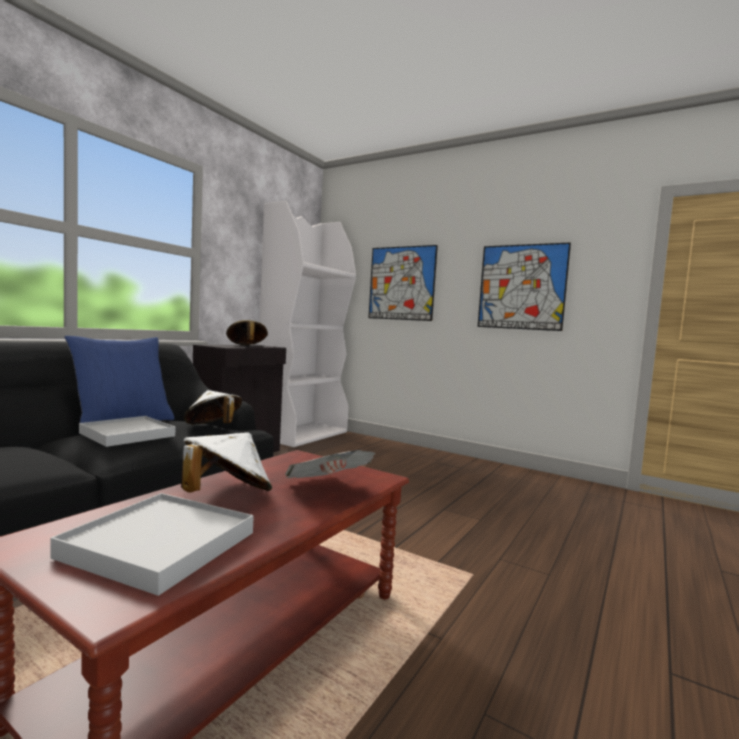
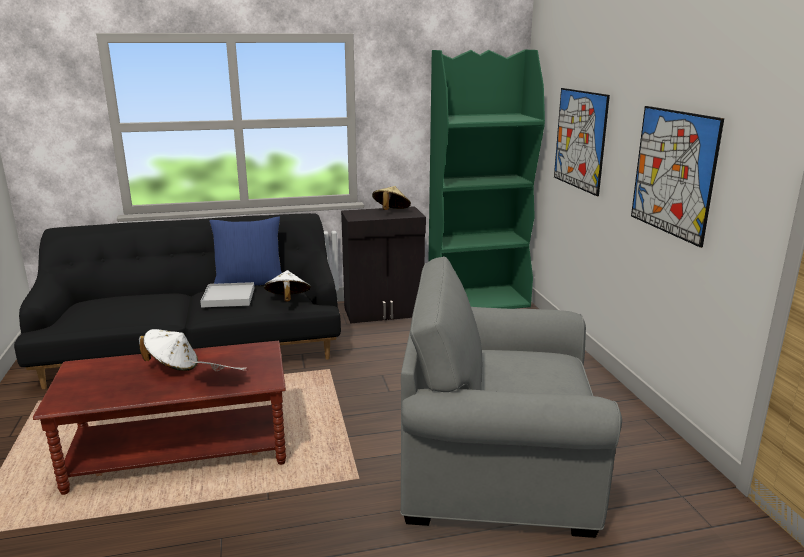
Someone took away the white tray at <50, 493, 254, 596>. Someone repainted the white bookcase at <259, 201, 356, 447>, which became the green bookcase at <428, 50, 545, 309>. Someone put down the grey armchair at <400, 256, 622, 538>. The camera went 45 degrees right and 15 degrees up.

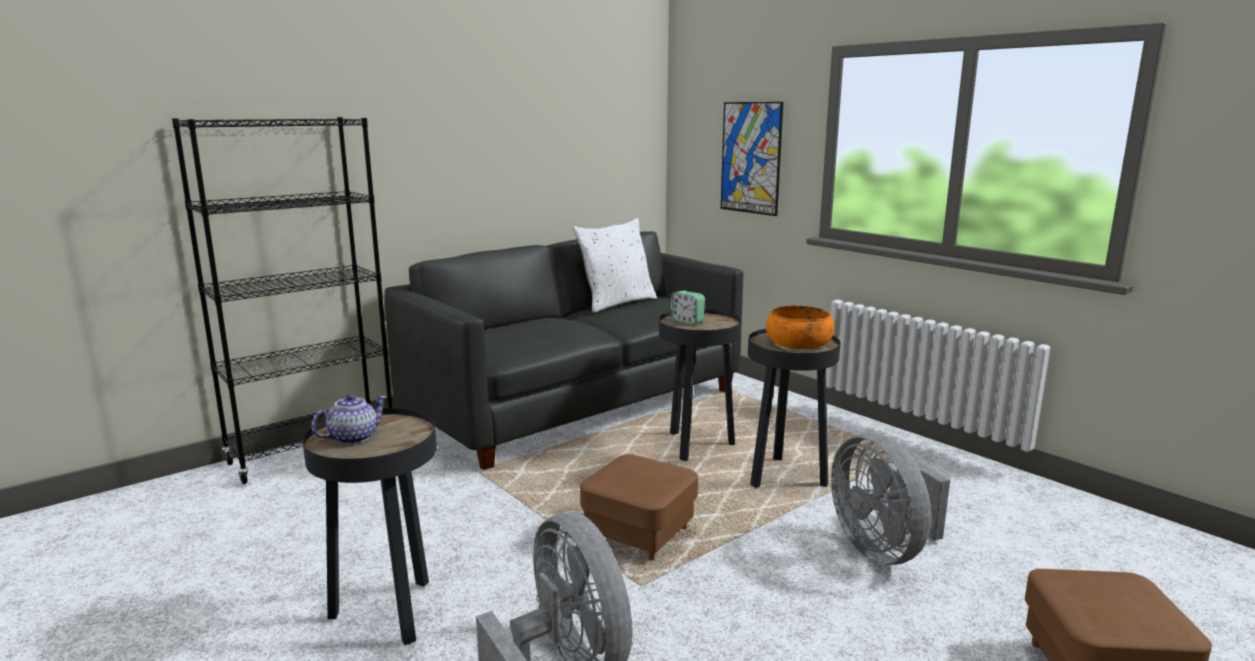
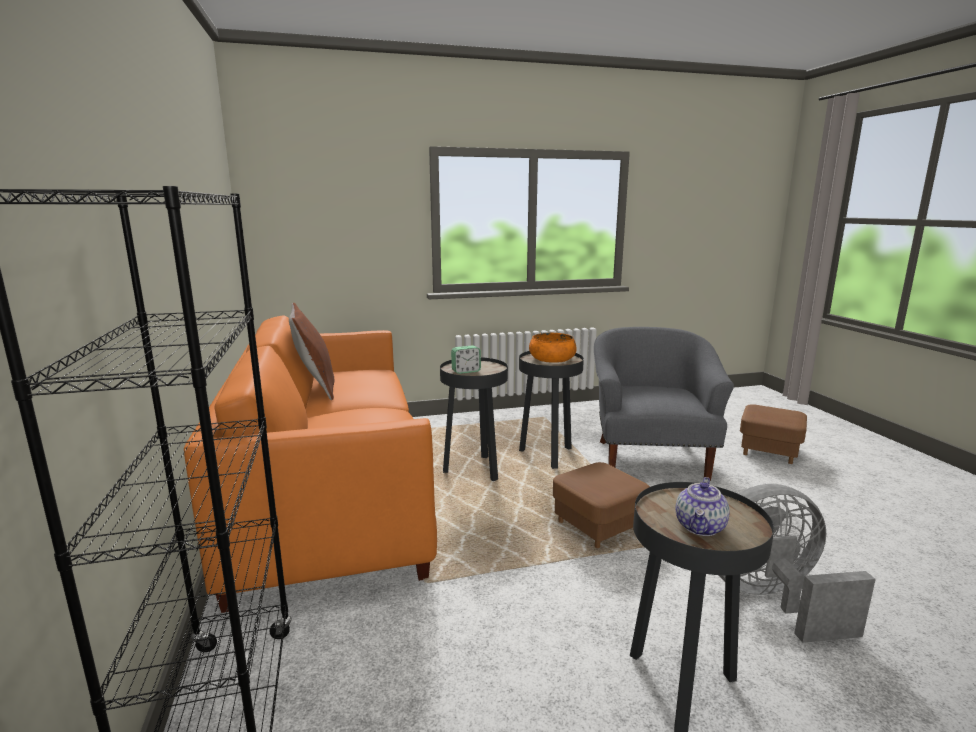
Someone rotated the teapot at <311, 394, 387, 444> by 135 degrees counterclockwise. Someone repainted the grey sofa at <385, 231, 743, 470>, which became the orange sofa at <184, 315, 437, 613>. Someone repainted the white pillow at <573, 218, 657, 313>, which became the brown pillow at <289, 303, 334, 400>. Someone took away the picture at <721, 102, 784, 216>. Someone swapped the grey fan at <831, 433, 950, 565> for the grey armchair at <594, 327, 734, 481>. The camera went 65 degrees left and 0 degrees up.

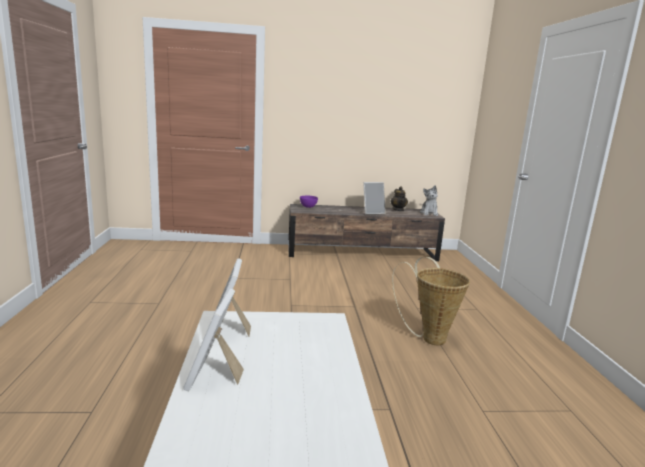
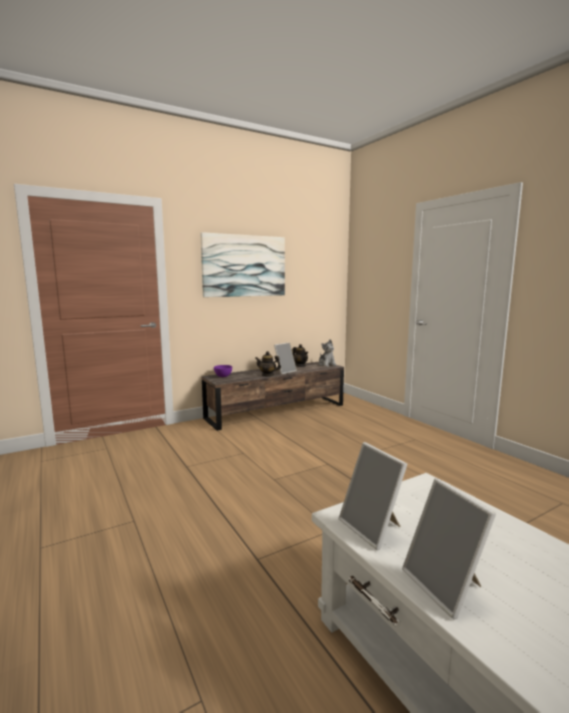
Someone took away the basket at <392, 257, 470, 345>. Someone put up the picture at <200, 232, 285, 297>. Someone put down the teapot at <255, 351, 281, 377>. The camera went 25 degrees left and 5 degrees down.

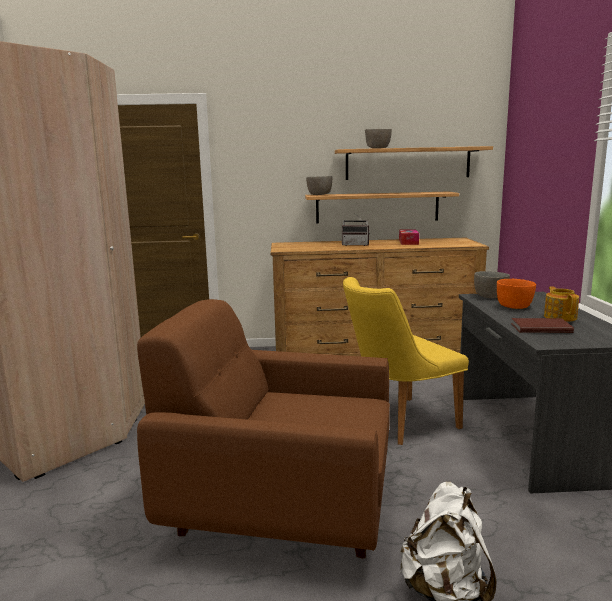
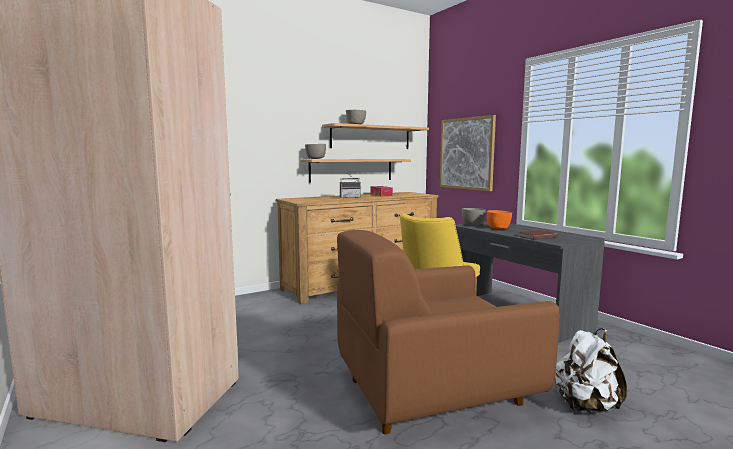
Someone took away the teapot at <544, 286, 579, 322>. Someone put up the picture at <440, 115, 496, 191>. The camera went 30 degrees left and 5 degrees down.

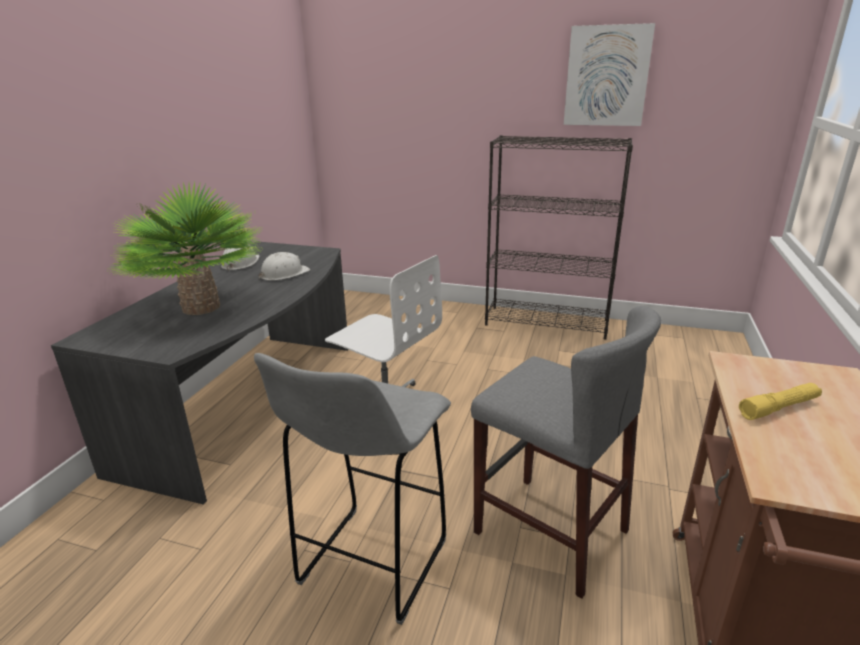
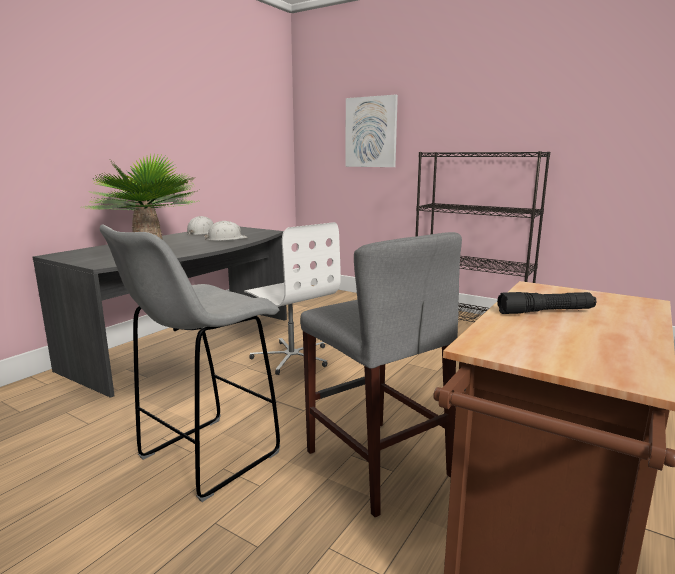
Someone carried the picture from <564, 23, 655, 126> to <345, 95, 398, 167>. Someone repainted the yellow flashlight at <739, 383, 822, 420>, which became the black flashlight at <497, 292, 596, 314>. The camera went 15 degrees right and 10 degrees down.

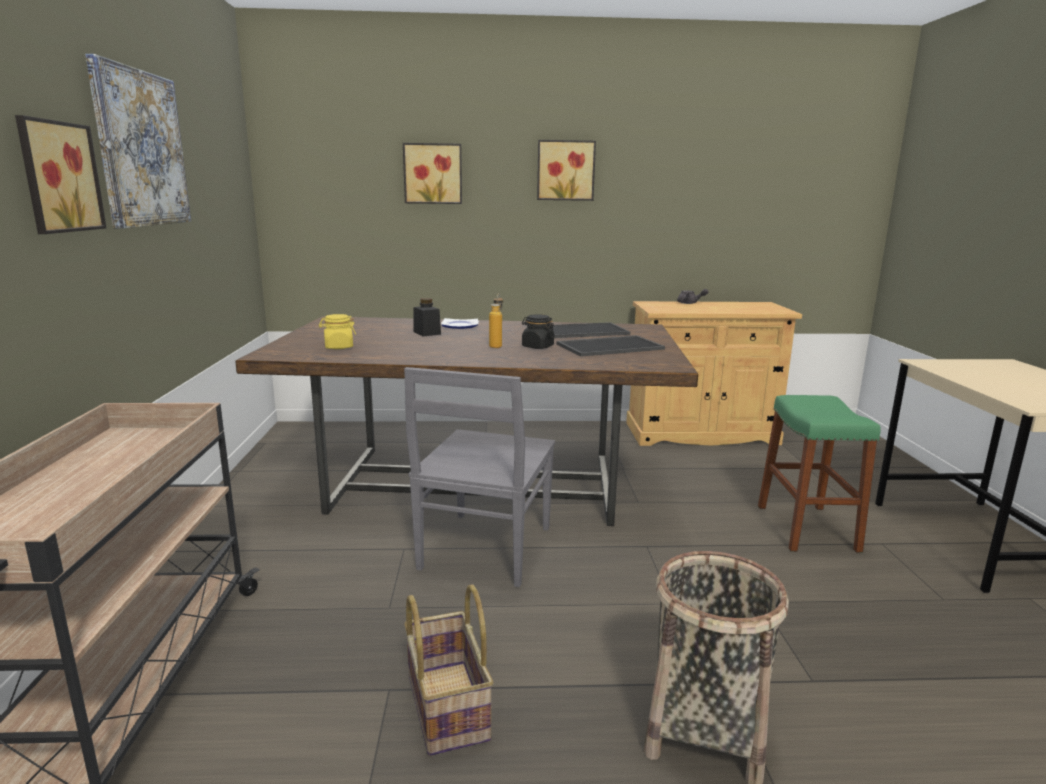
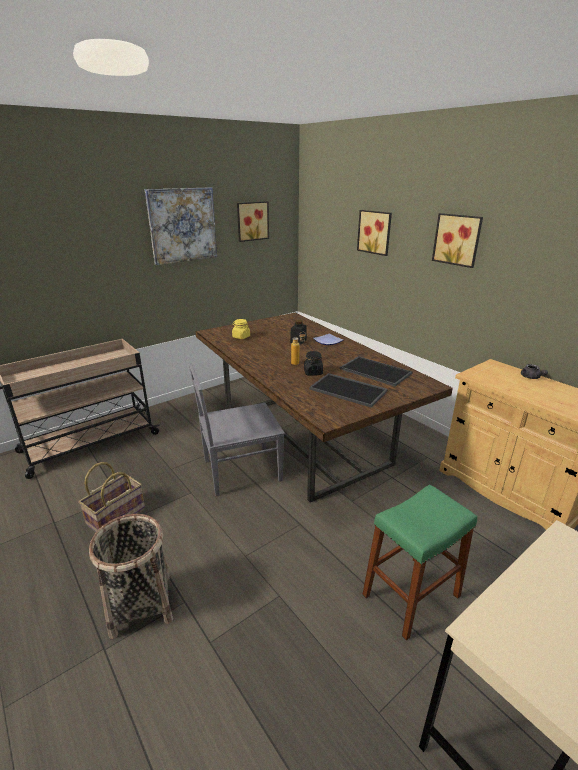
Someone carried the picture from <15, 115, 107, 234> to <237, 201, 269, 242>. The camera went 55 degrees right and 10 degrees up.

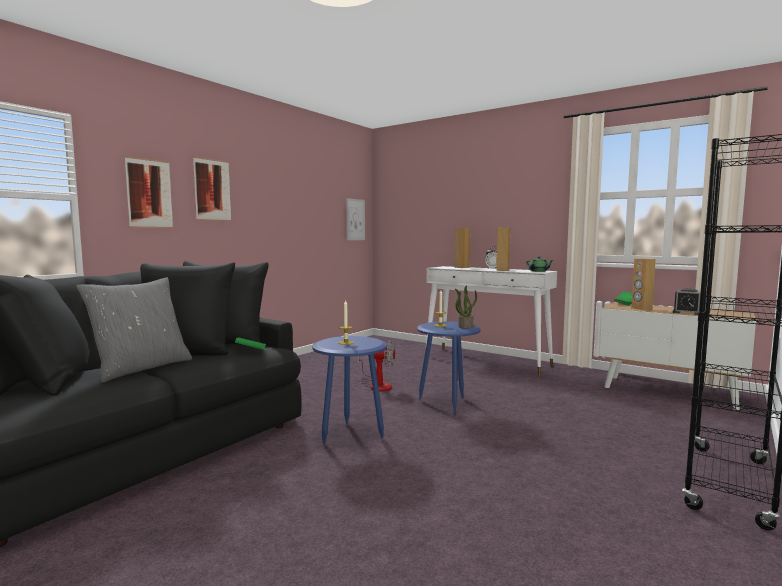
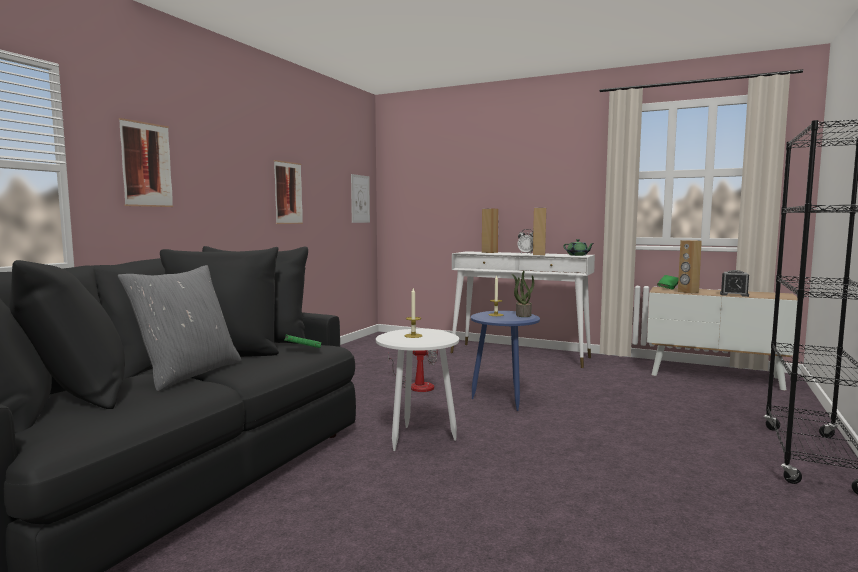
Someone carried the picture from <193, 157, 231, 221> to <274, 160, 303, 224>. Someone repainted the blue side table at <312, 336, 387, 444>, which became the white side table at <376, 329, 459, 451>. The camera went 10 degrees left and 0 degrees up.

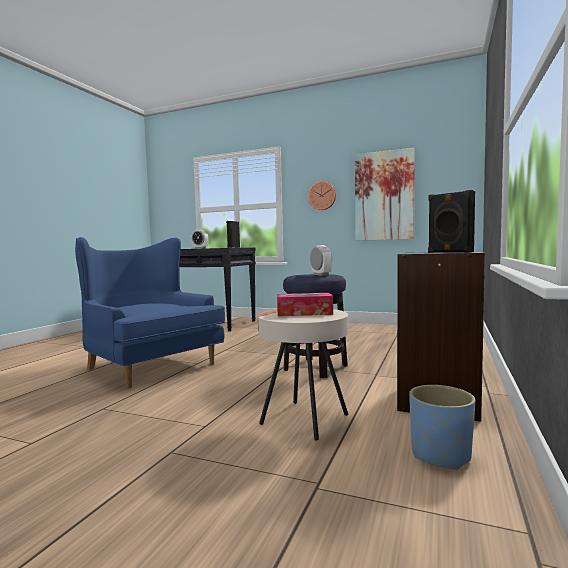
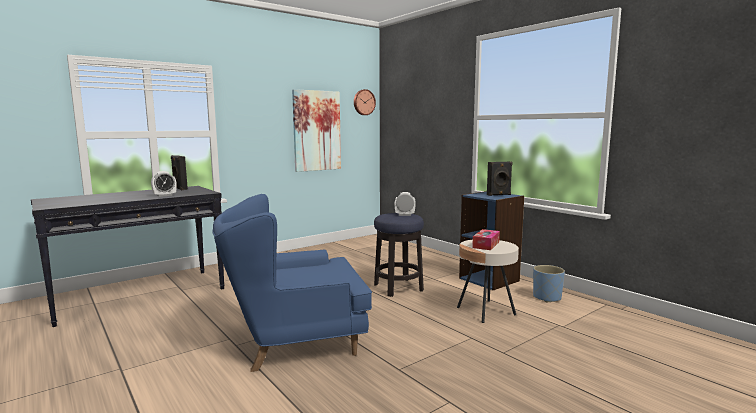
Someone carried the wall clock from <308, 181, 336, 210> to <354, 89, 376, 115>. The camera went 60 degrees left and 5 degrees up.

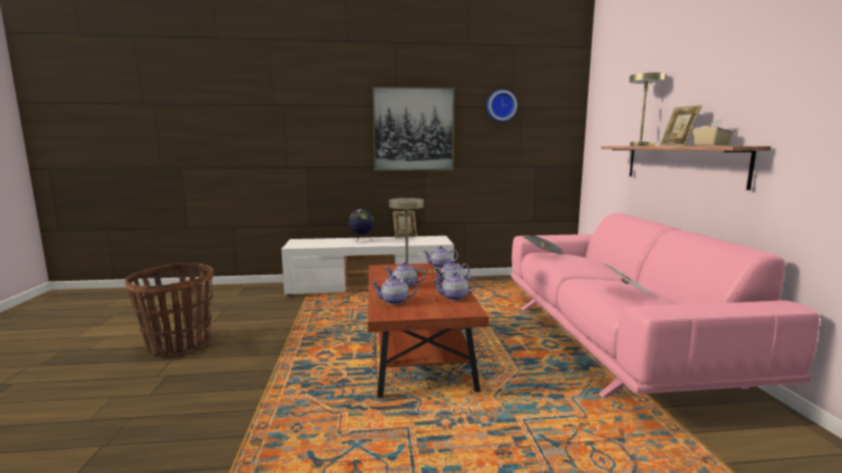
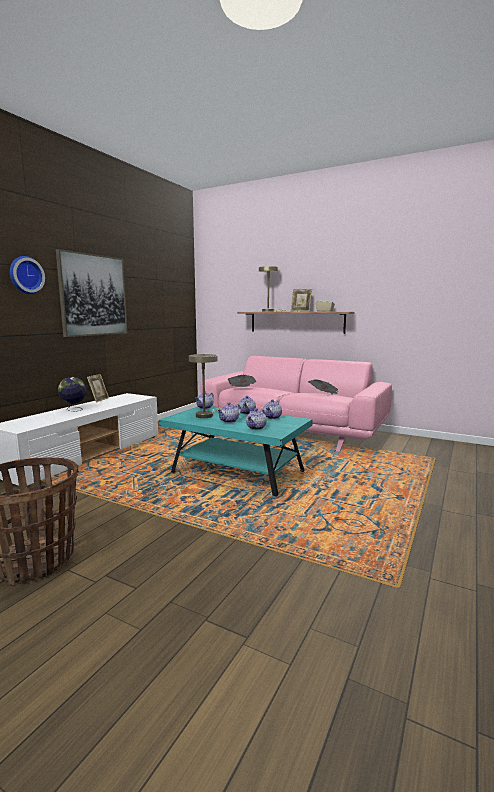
Someone repainted the brown coffee table at <368, 263, 489, 398>, which became the turquoise coffee table at <159, 406, 313, 497>. Someone carried the wall clock from <487, 89, 518, 122> to <10, 256, 45, 294>. The camera went 55 degrees left and 0 degrees up.

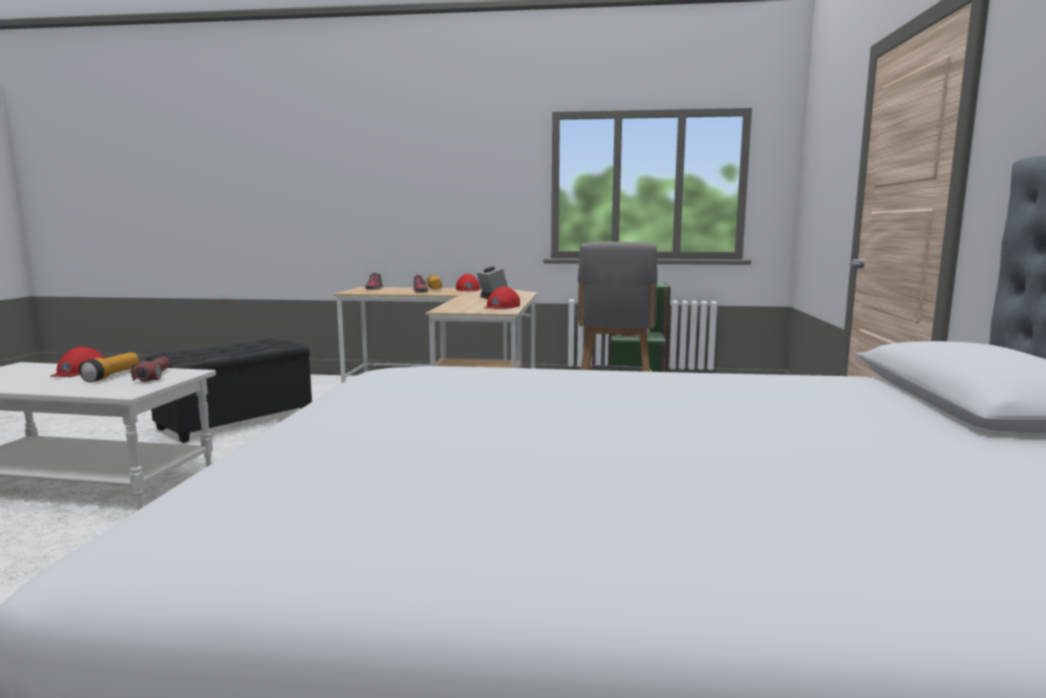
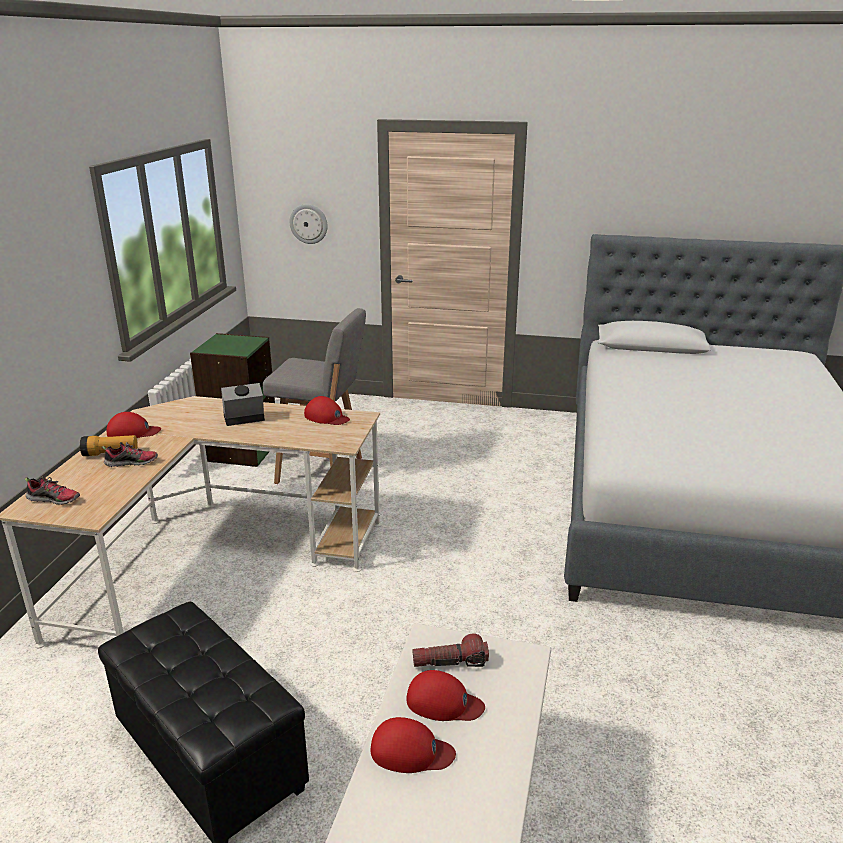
Someone swapped the flashlight at <79, 353, 139, 382> for the red cap at <406, 670, 485, 721>. Someone put up the wall clock at <290, 204, 328, 244>. The camera went 85 degrees left and 15 degrees up.

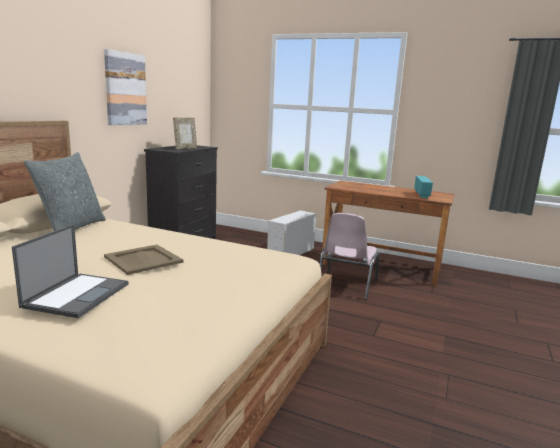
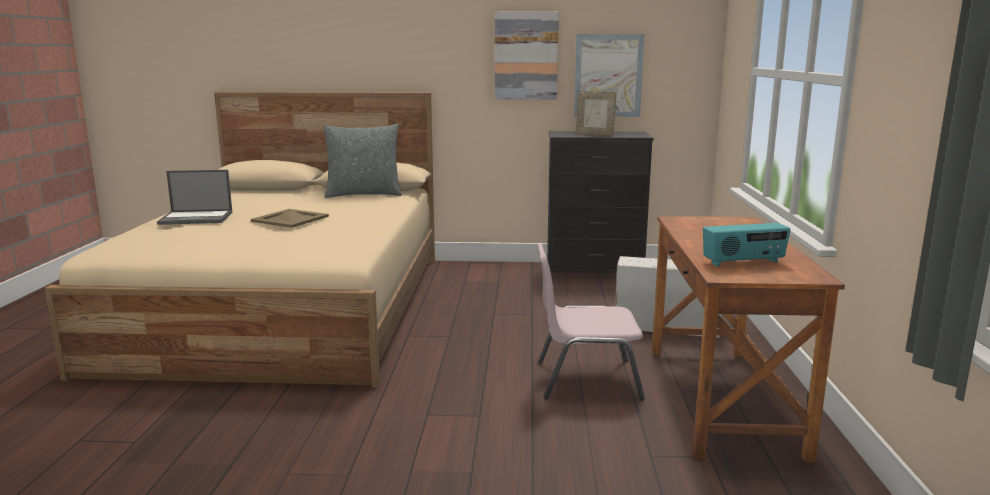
Someone put up the picture at <574, 34, 644, 117>. The camera went 70 degrees right and 0 degrees up.

